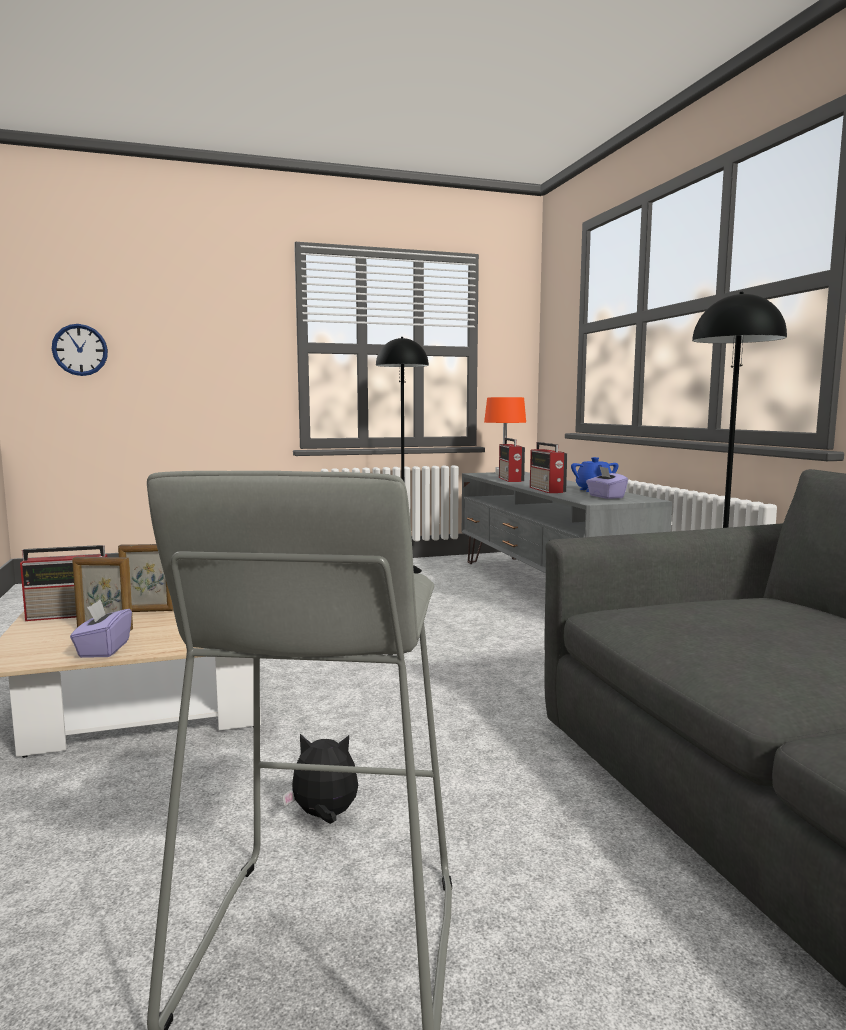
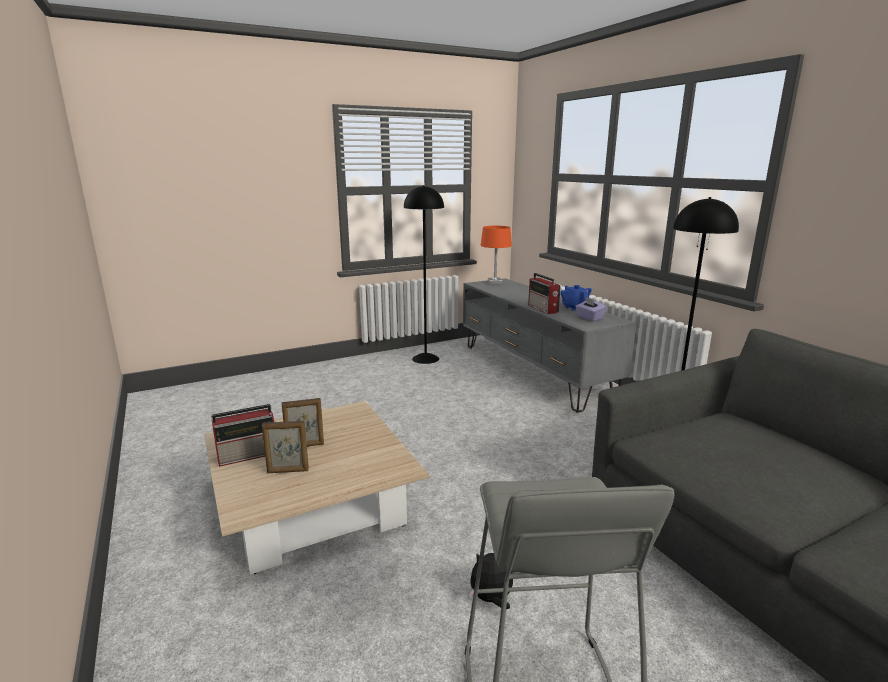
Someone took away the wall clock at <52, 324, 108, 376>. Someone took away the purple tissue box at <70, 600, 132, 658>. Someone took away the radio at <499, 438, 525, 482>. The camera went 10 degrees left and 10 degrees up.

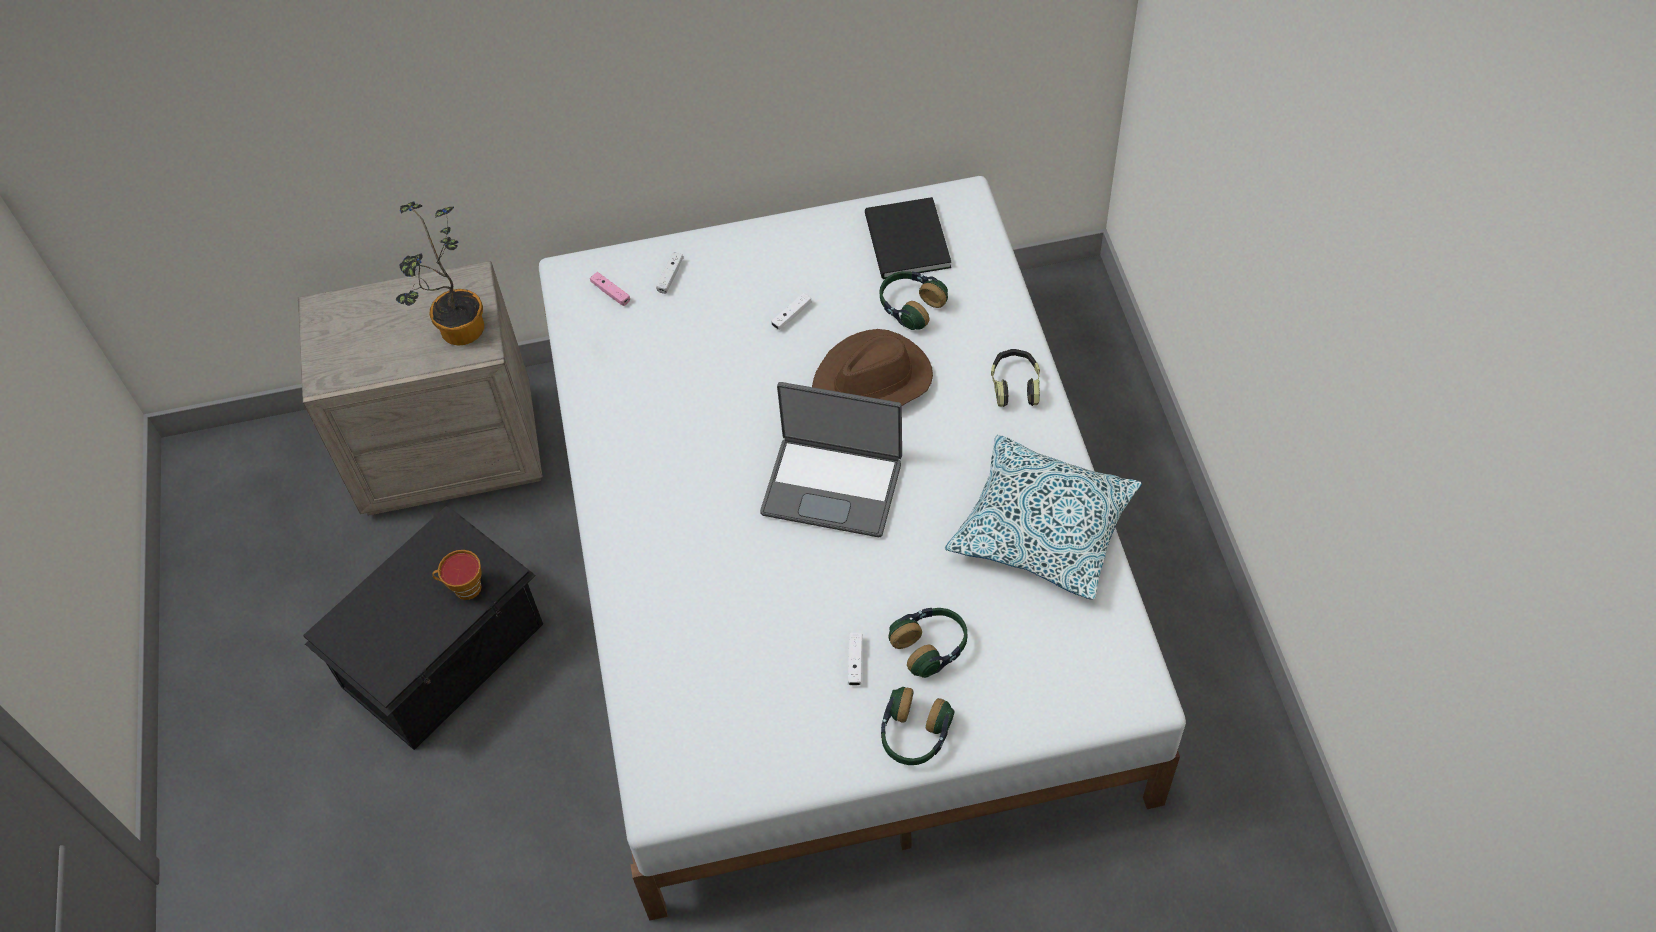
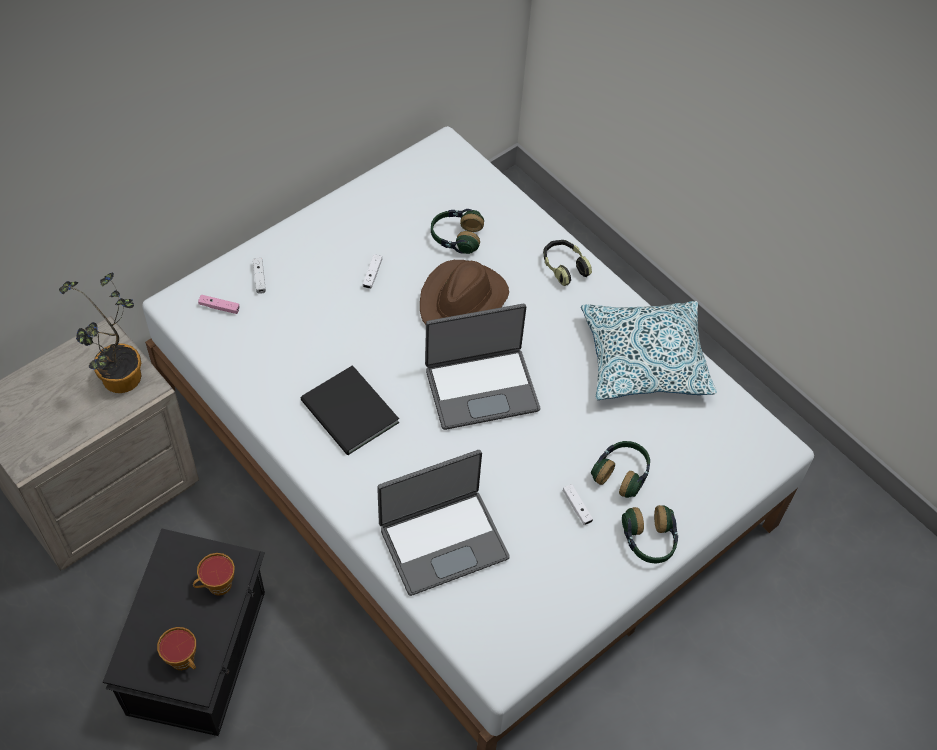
Someone carried the black book from <865, 197, 951, 279> to <301, 365, 399, 455>. Someone put down the cup at <157, 627, 196, 670>. Someone put down the laptop at <377, 450, 510, 596>. The camera went 35 degrees left and 0 degrees up.

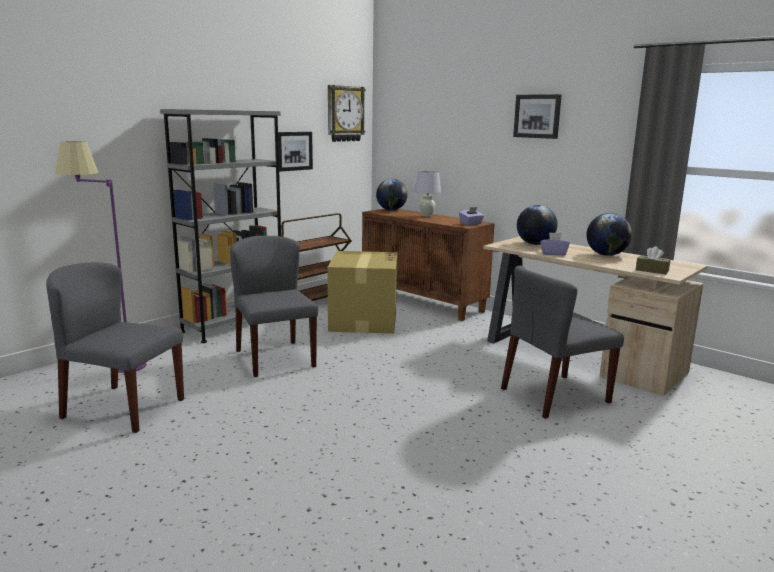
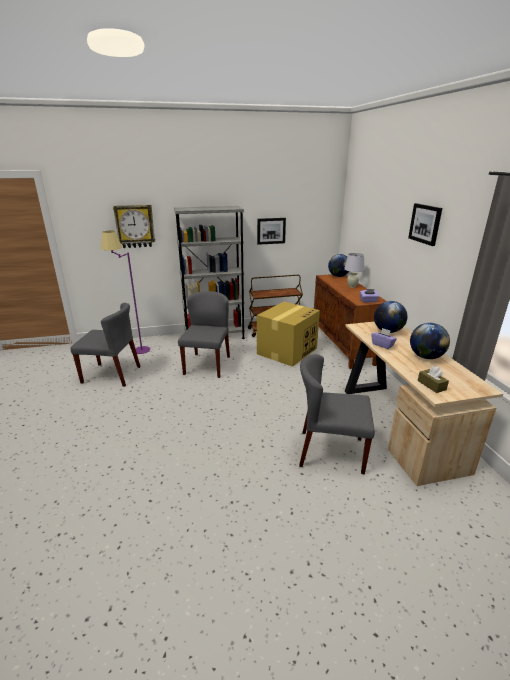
Someone rotated the grey chair at <46, 262, 184, 433> by 135 degrees clockwise. Someone carried the wall clock from <328, 85, 366, 142> to <113, 205, 155, 248>. The camera went 35 degrees right and 10 degrees up.

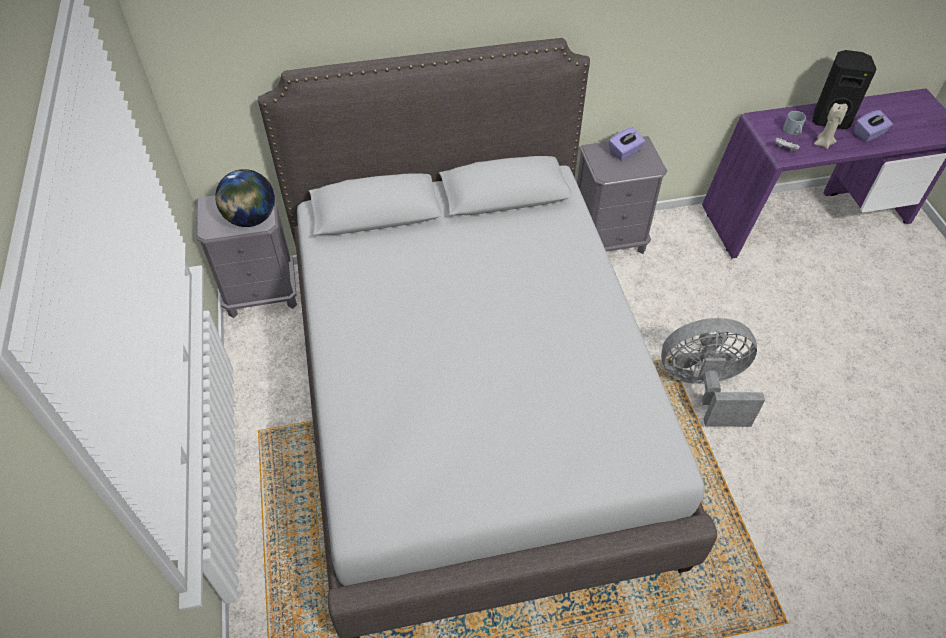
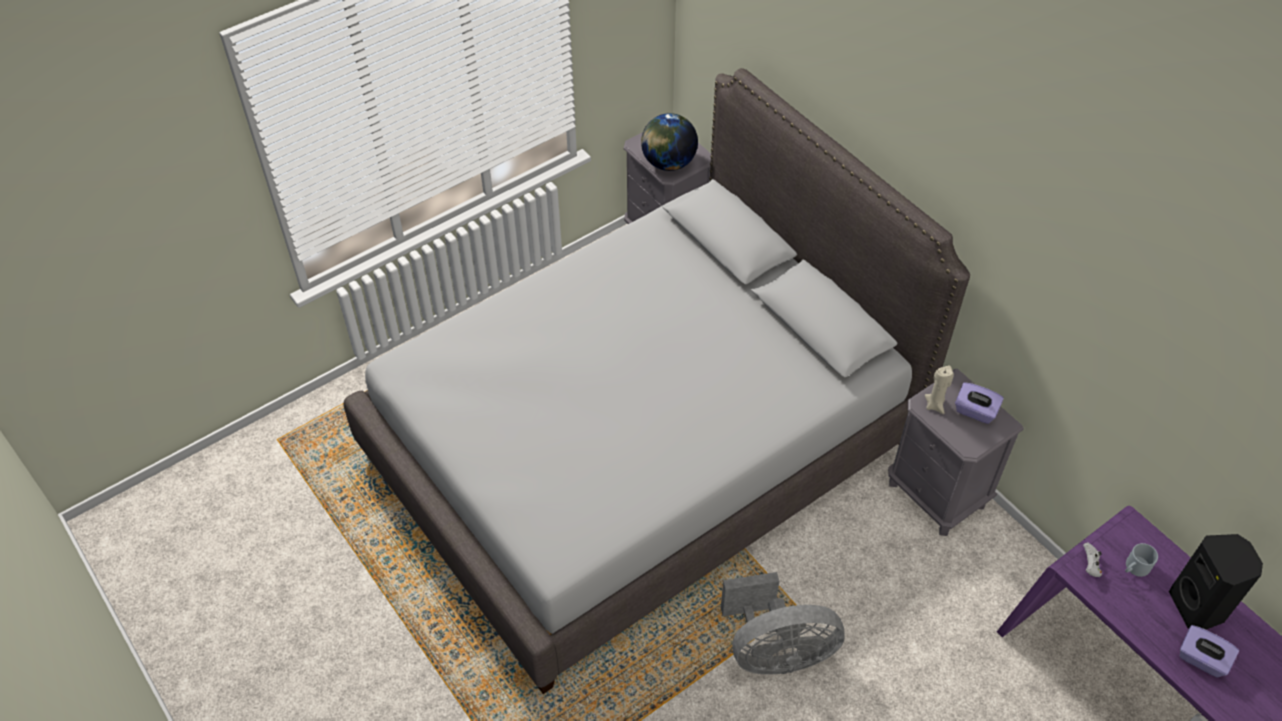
Someone rotated the grey fan at <661, 318, 765, 427> by 105 degrees clockwise. Someone carried the beige candle from <814, 103, 848, 149> to <925, 365, 954, 414>. The camera went 65 degrees right and 0 degrees up.

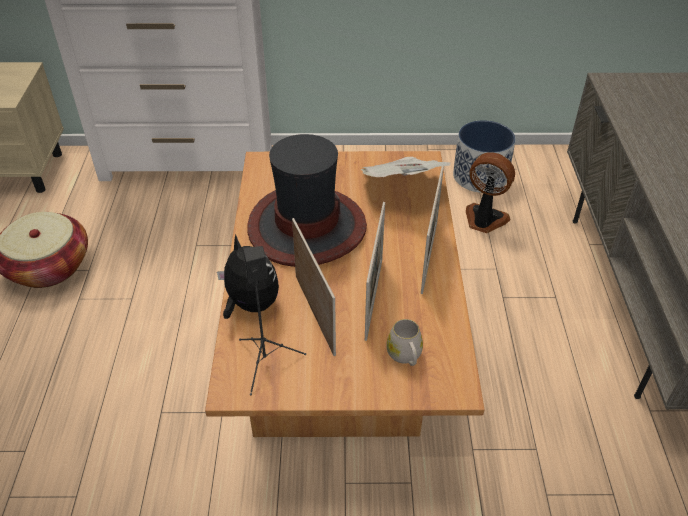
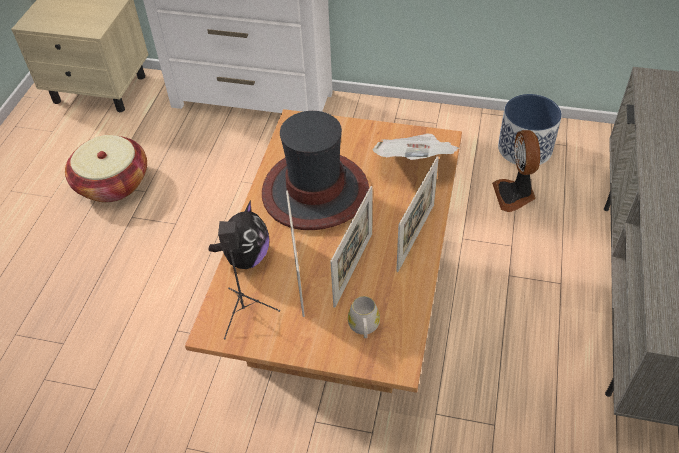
Someone rotated the plush toy at <217, 235, 279, 319> by 45 degrees clockwise. Someone rotated the fan at <466, 153, 515, 233> by 135 degrees counterclockwise. The camera went 15 degrees right and 5 degrees up.

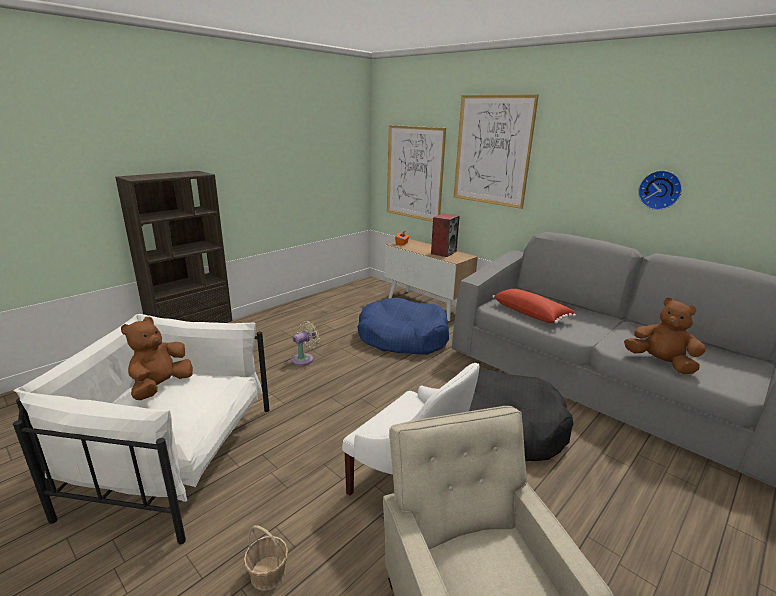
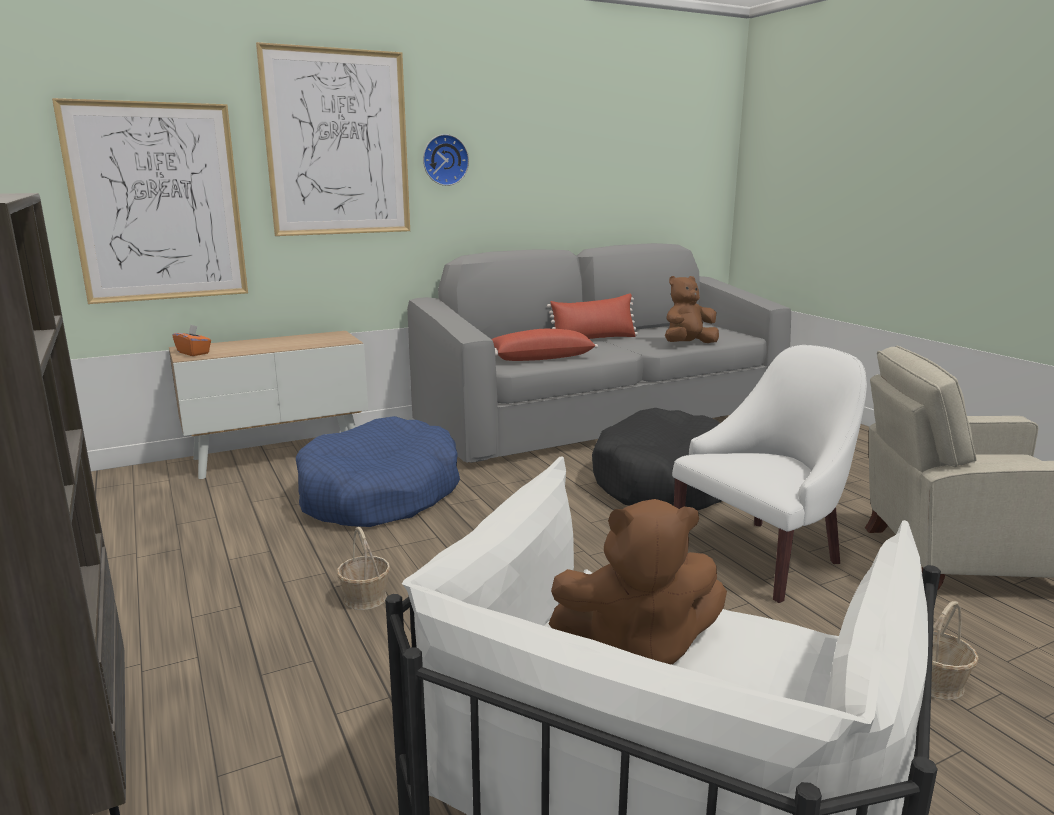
Someone rotated the brown plush toy at <121, 317, 193, 400> by 45 degrees counterclockwise. Someone swapped the beige fan at <292, 321, 320, 365> for the basket at <337, 527, 390, 610>. Someone took away the speaker at <431, 213, 460, 257>. Someone carried the wall clock from <638, 170, 682, 210> to <423, 134, 469, 186>. Someone put down the red pillow at <547, 294, 638, 339>. The camera went 70 degrees left and 5 degrees down.

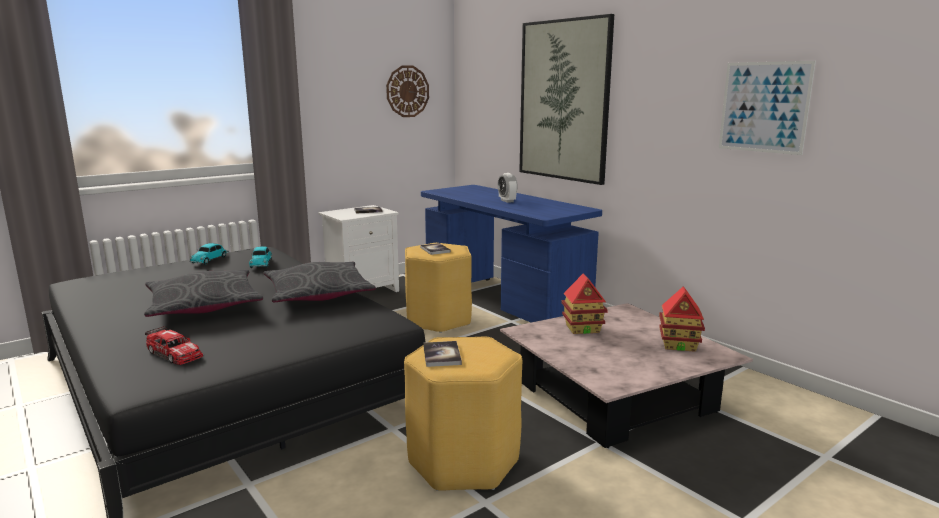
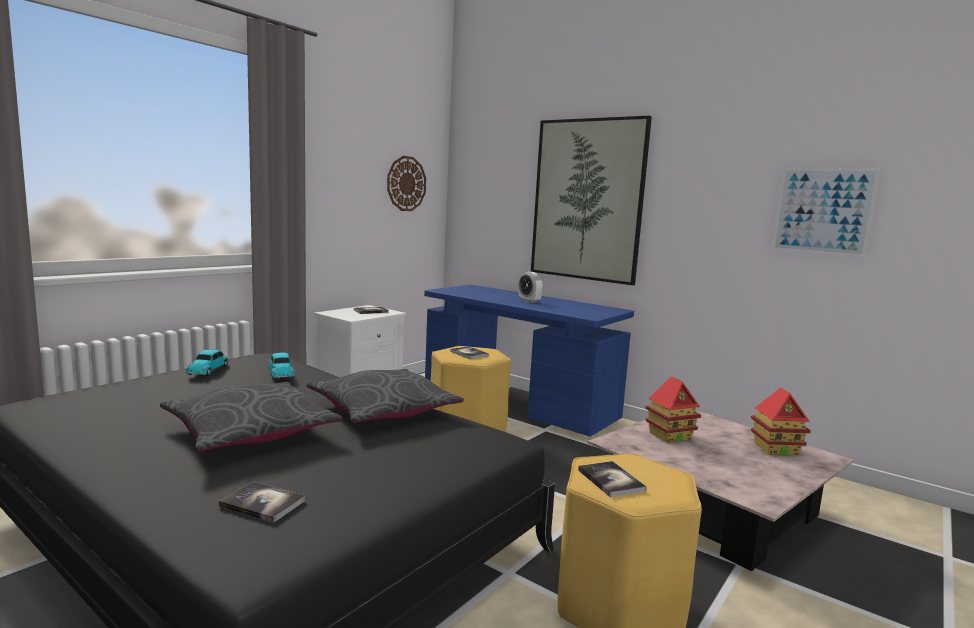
Someone swapped the toy car at <145, 326, 203, 365> for the book at <219, 481, 306, 523>. The camera went 15 degrees left and 5 degrees down.

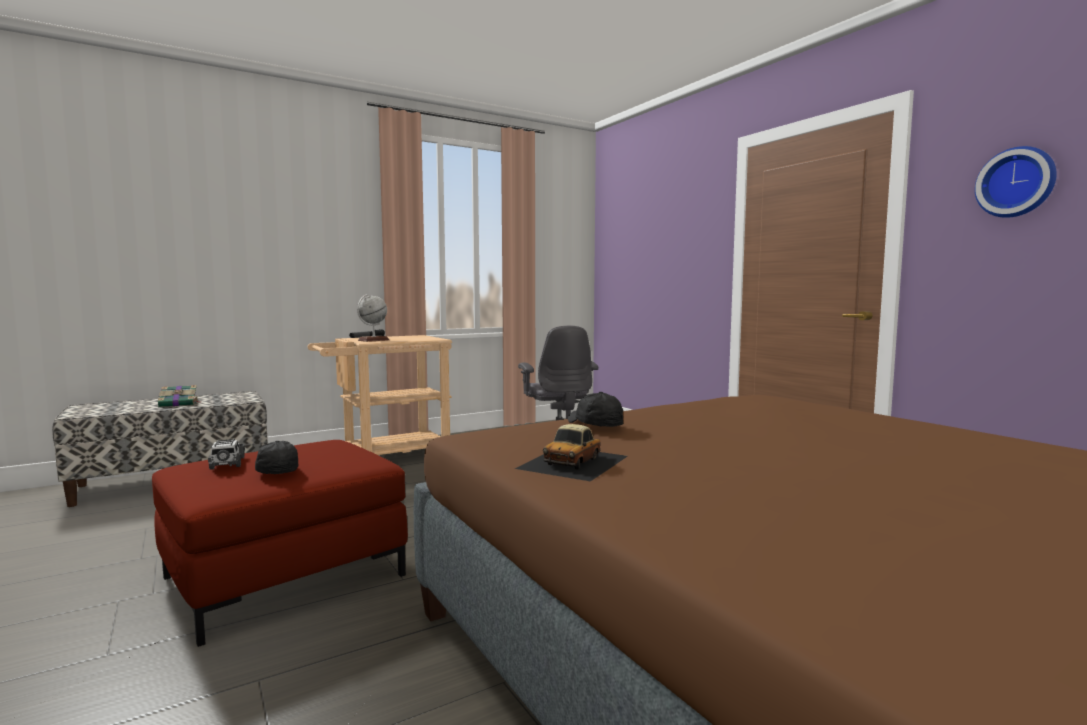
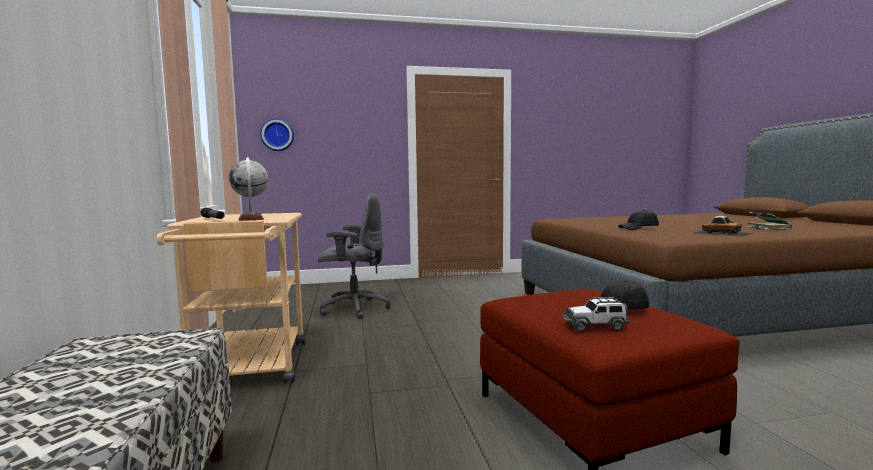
Someone carried the book from <158, 385, 202, 407> to <746, 212, 792, 230>. Someone carried the wall clock from <975, 146, 1057, 218> to <260, 119, 294, 151>. The camera went 70 degrees left and 0 degrees up.

